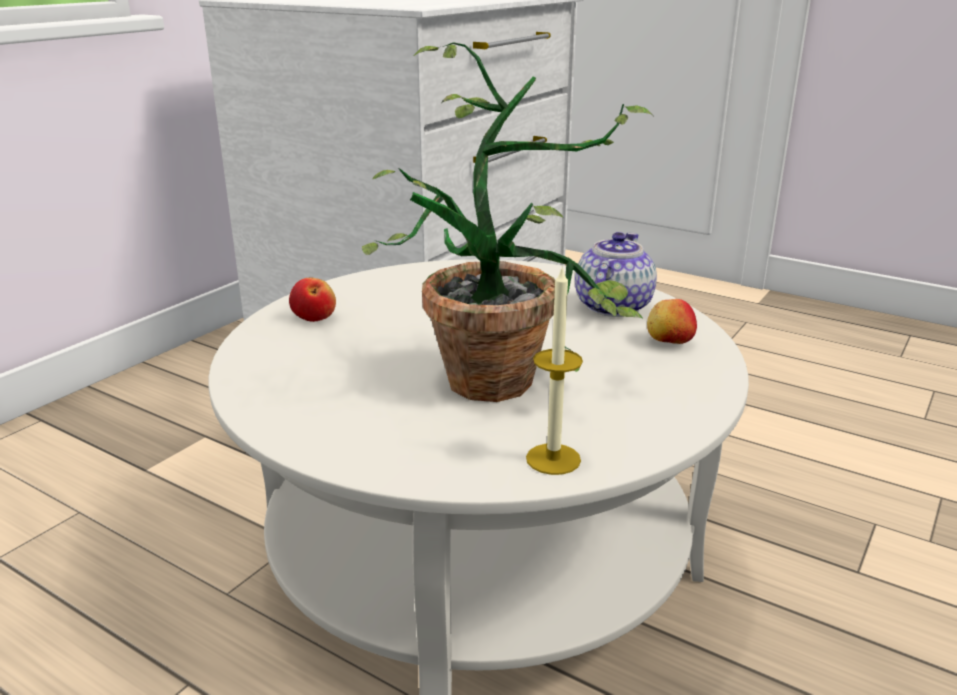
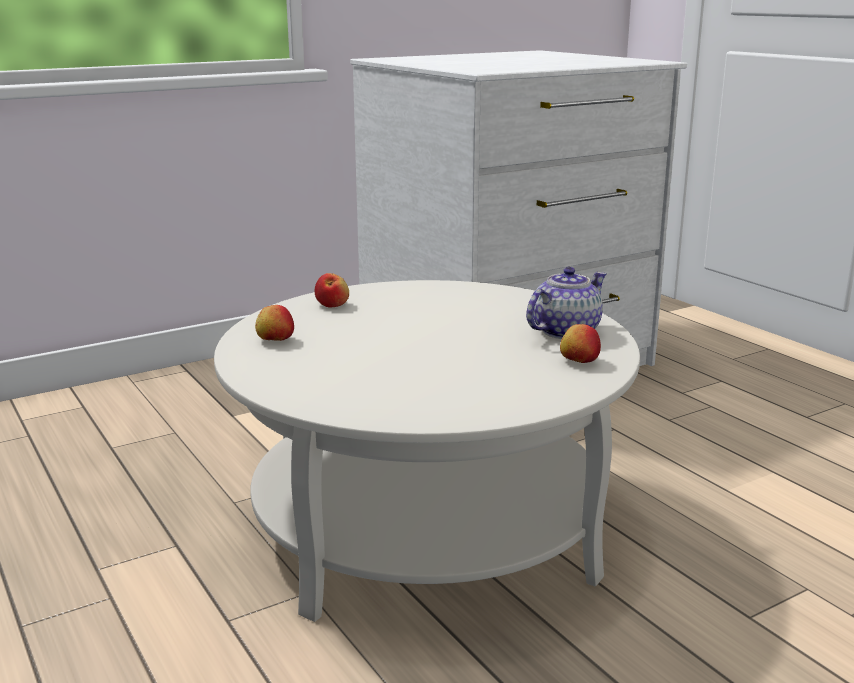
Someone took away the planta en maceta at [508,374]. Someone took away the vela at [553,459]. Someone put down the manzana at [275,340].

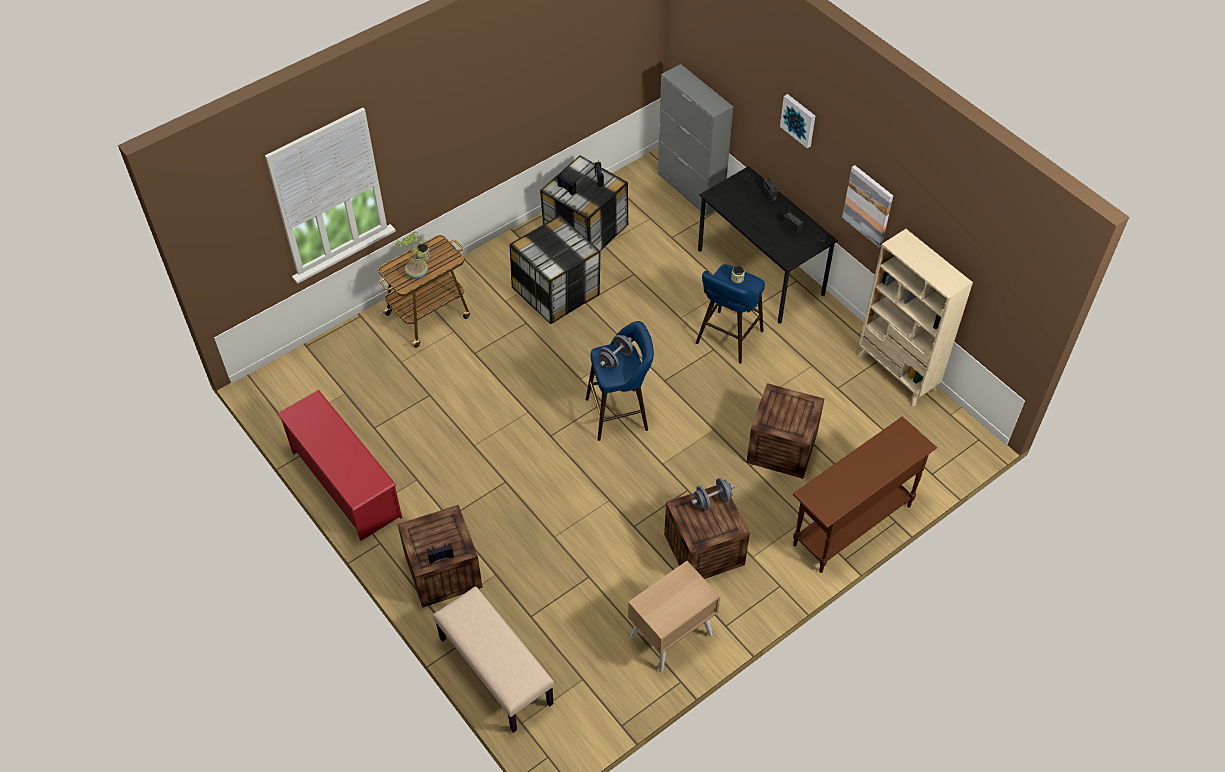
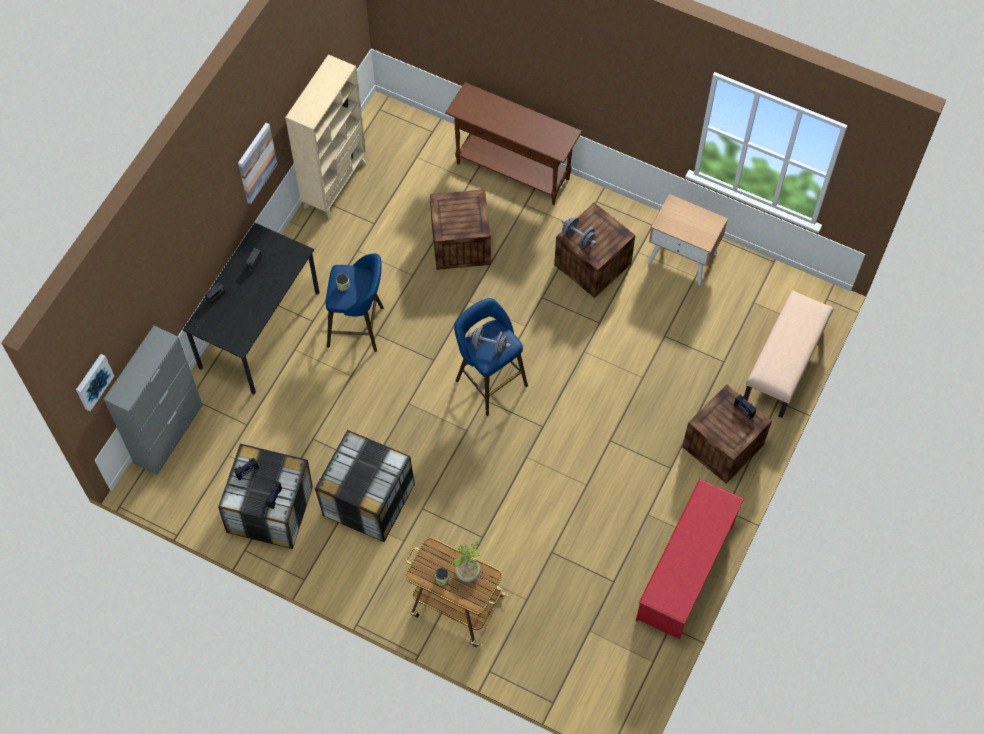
Someone carried the cuadro from [799,120] to [93,381].

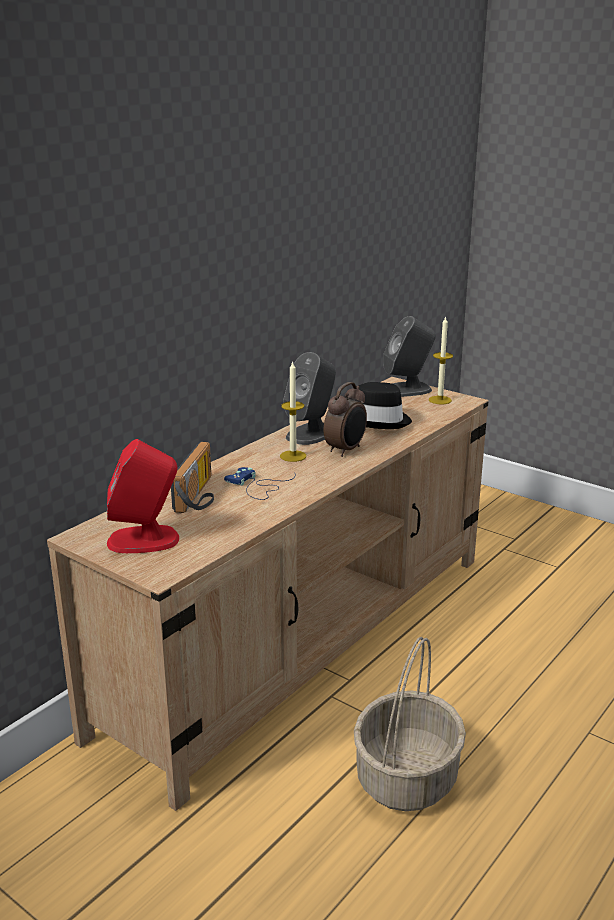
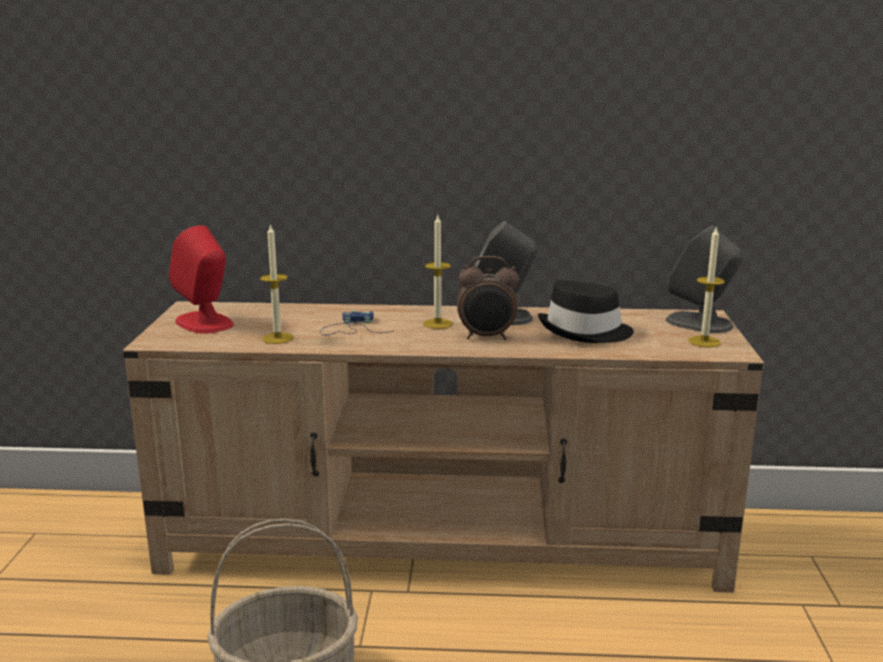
Someone took away the radio at [200,496]. Someone put down the vela at [277,338].

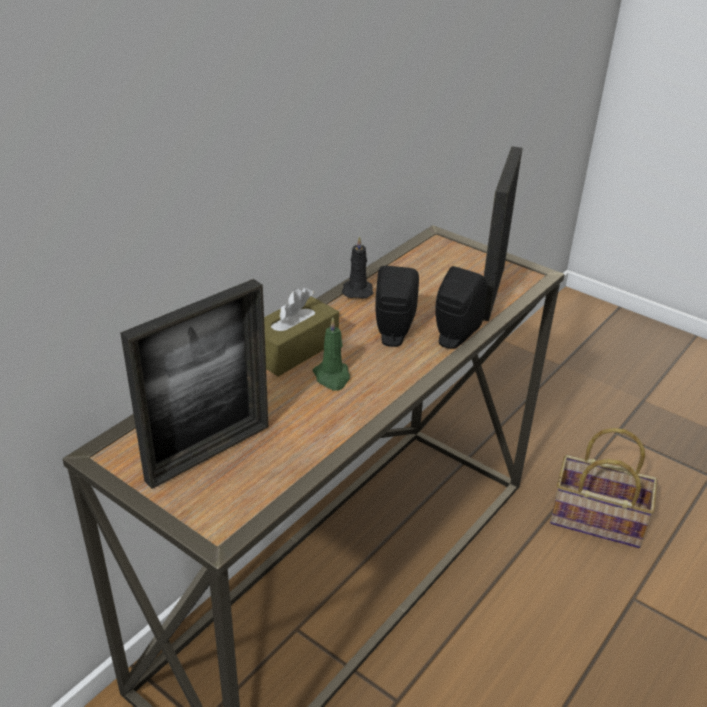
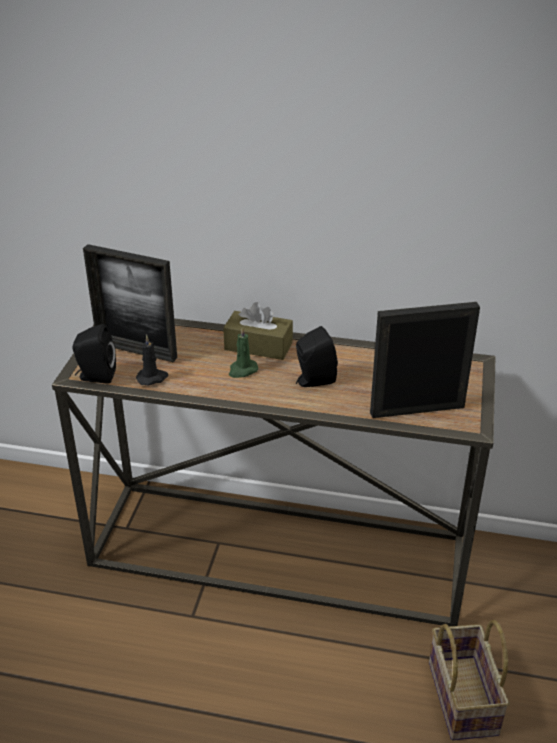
Someone carried the vela/negro from [357,290] to [152,378]. Someone carried the altavoz/negro from [453,337] to [95,376].

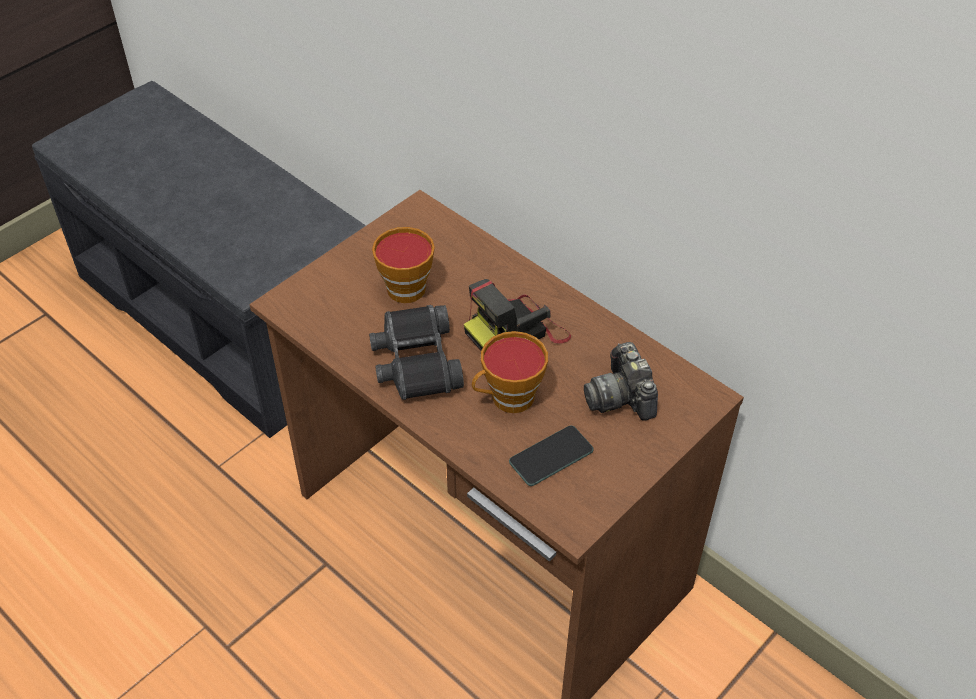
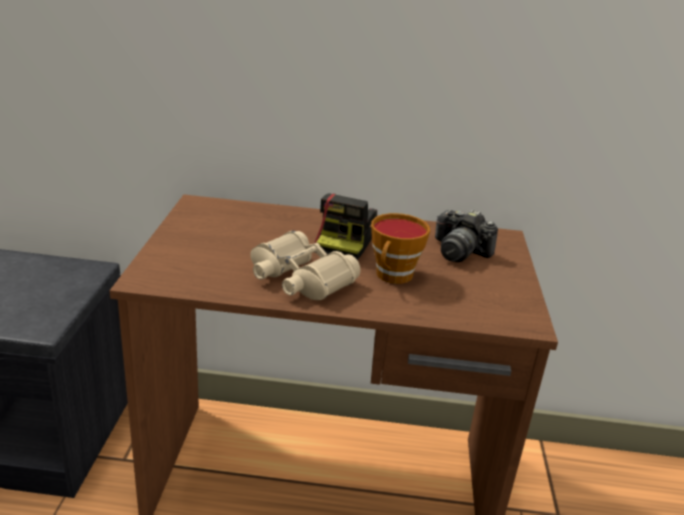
Someone took away the taza at [406,285]. Someone repainted the prismáticos/negro at [415,362], which became the prismáticos/beis at [299,279]. Someone took away the móvil at [551,456].

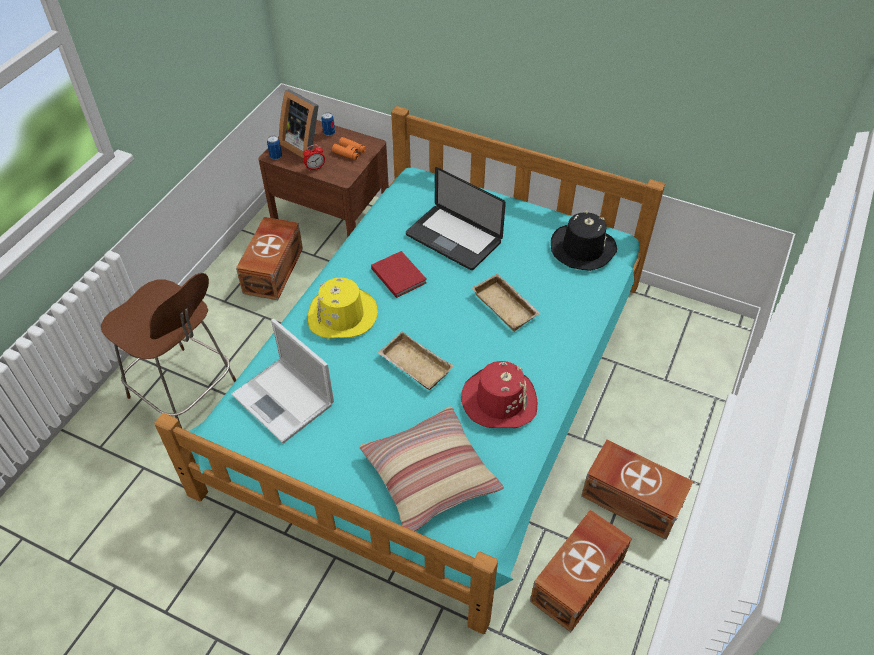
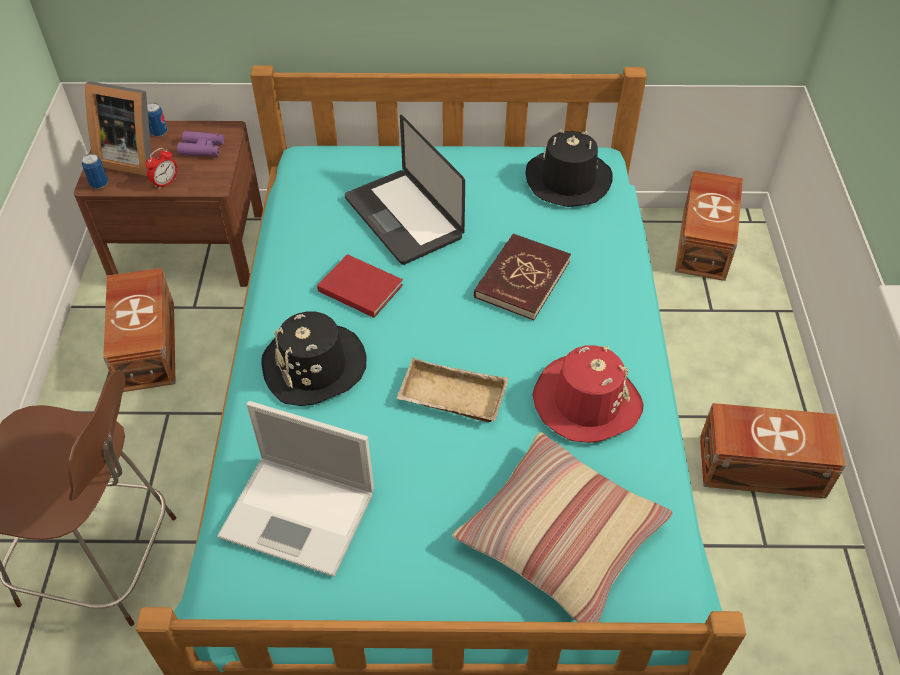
Someone repainted the prismáticos/naranja at [349,152], which became the prismáticos/morado at [202,149]. Someone rotated the portátil at [453,238] by 45 degrees clockwise. Someone swapped the bandeja/beis at [507,306] for the libro/rojo at [522,279]. Someone repainted the sombrero/amarillo at [342,315], which became the sombrero/negro at [314,366]. Someone carried the caja de almacenaje/marrón from [579,579] to [705,241].

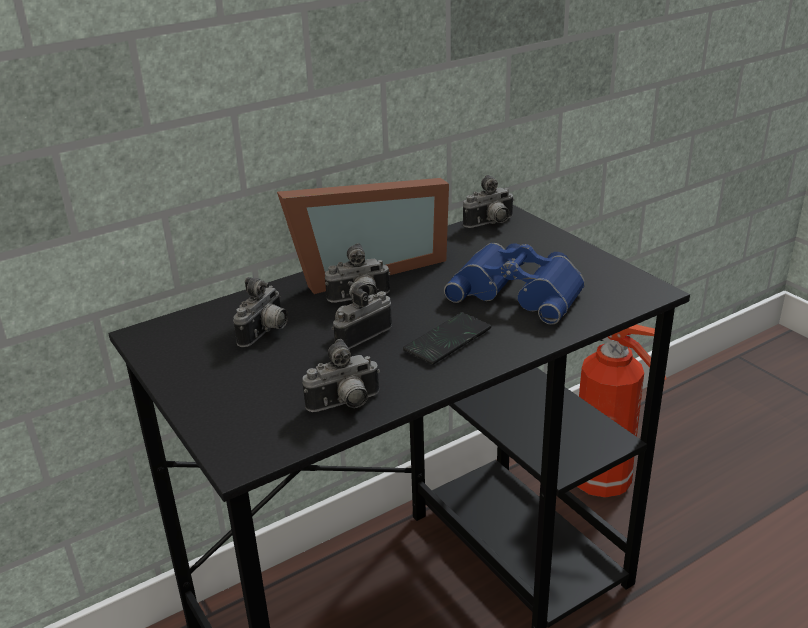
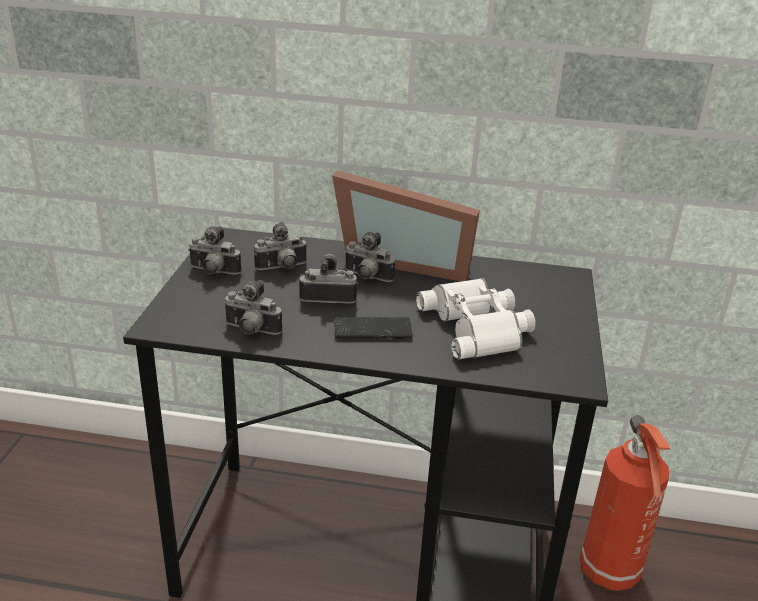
Someone carried the cámara from [491,224] to [213,272]. Someone repainted the prismáticos/azul at [520,291], which became the prismáticos/blanco at [478,327].

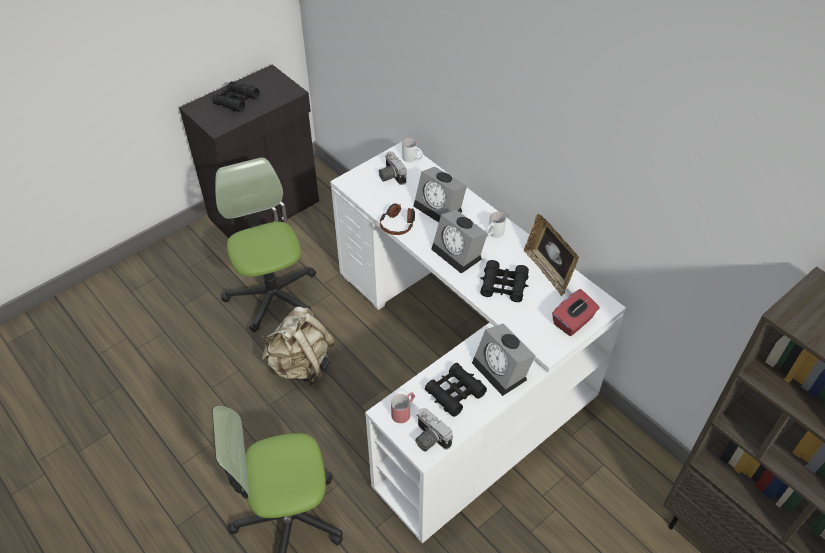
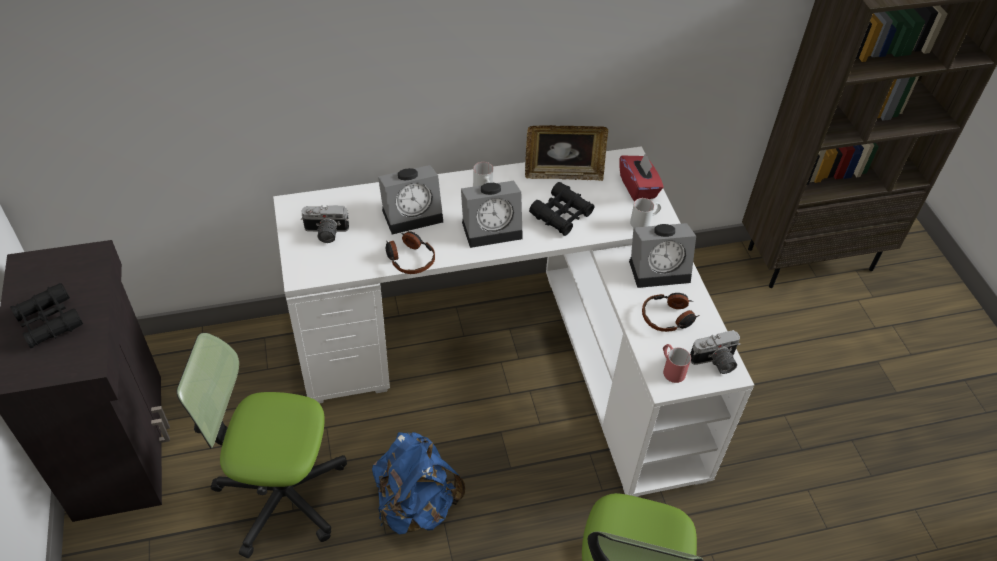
Someone carried the taza grande/blanco from [412,159] to [644,221]. Someone repainted the mochila/beis at [301,365], which became the mochila/azul at [416,505]. Someone swapped the prismáticos/negro at [454,393] for the auriculares at [668,317].

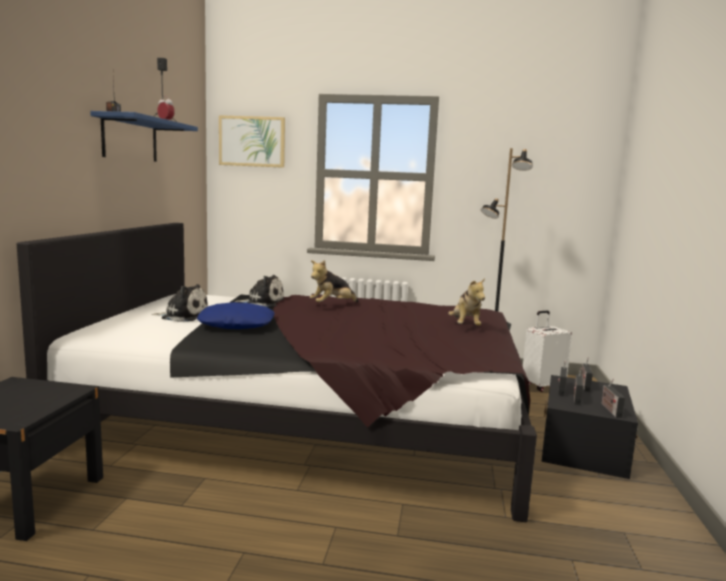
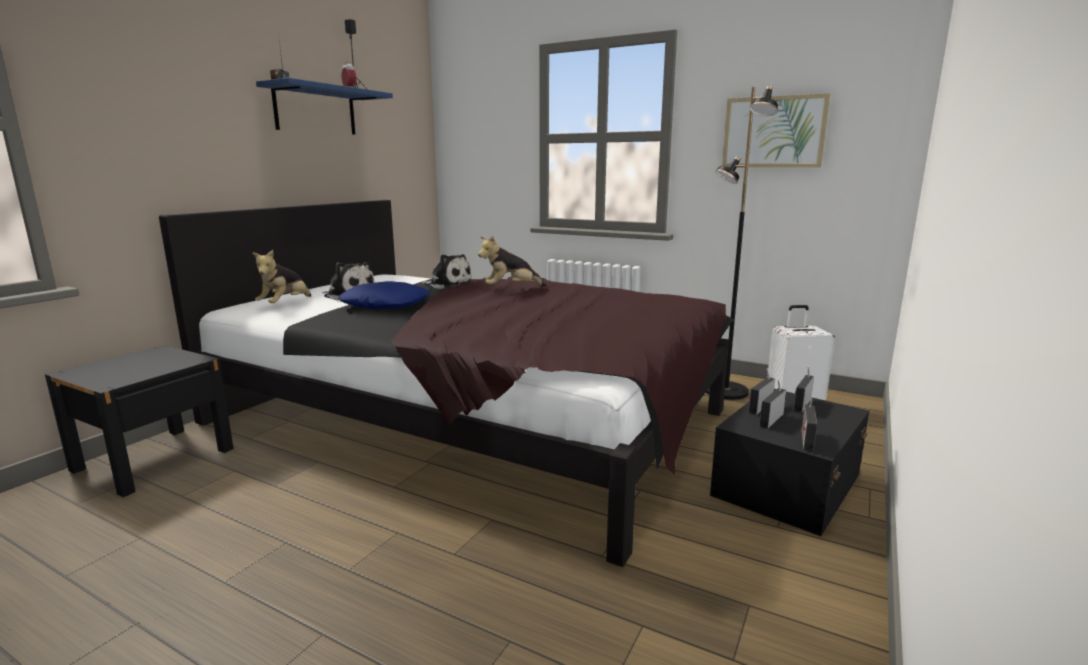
Someone carried the cuadro from [252,141] to [773,132]. Someone carried the peluche from [465,326] to [285,304].

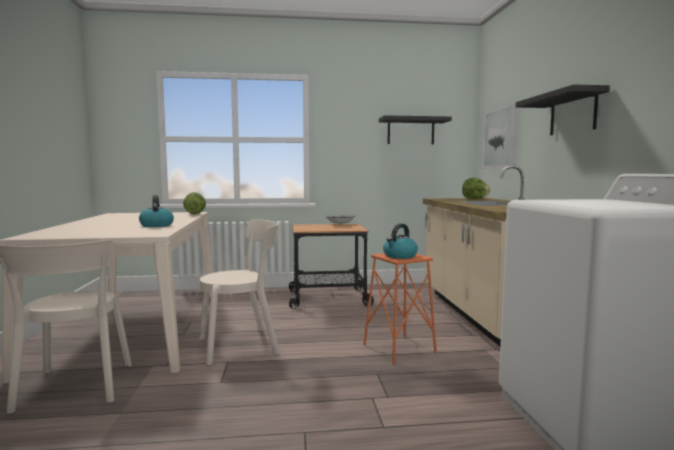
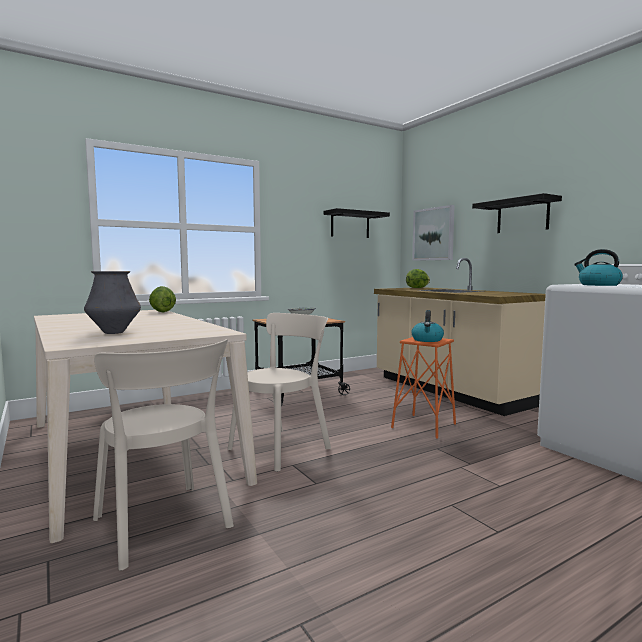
Someone carried the hervidor from [156,225] to [598,285]. Someone put down the florero at [114,332].

